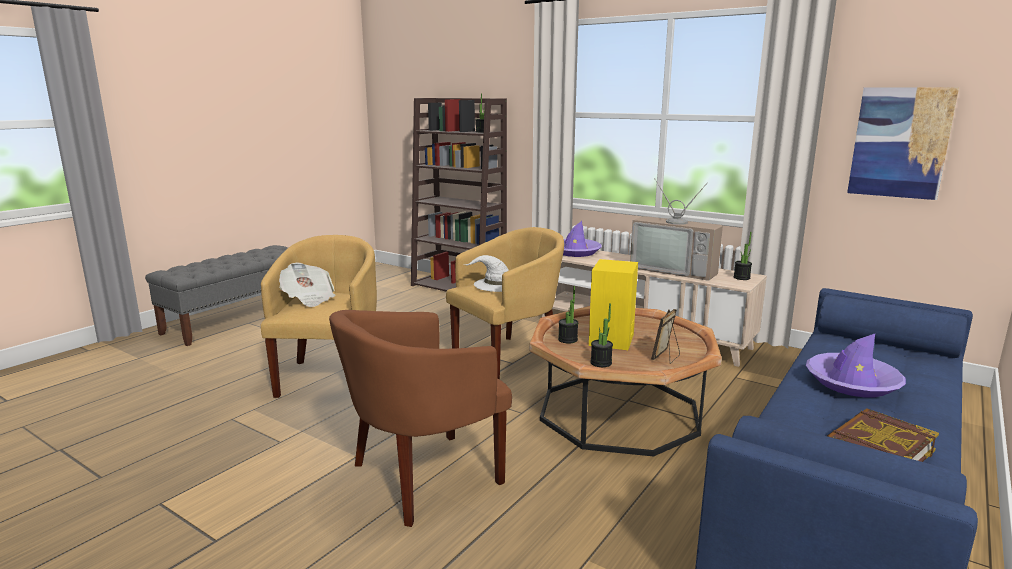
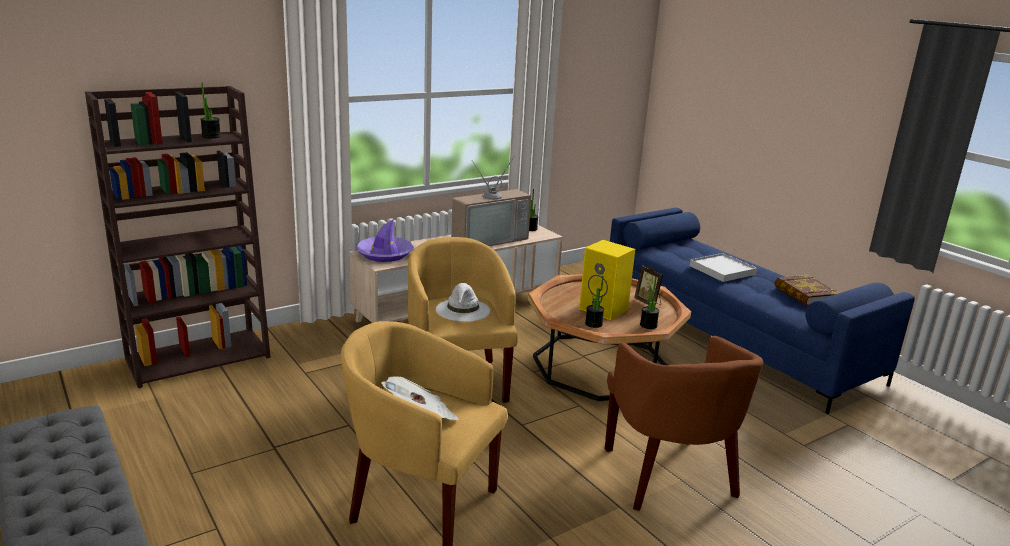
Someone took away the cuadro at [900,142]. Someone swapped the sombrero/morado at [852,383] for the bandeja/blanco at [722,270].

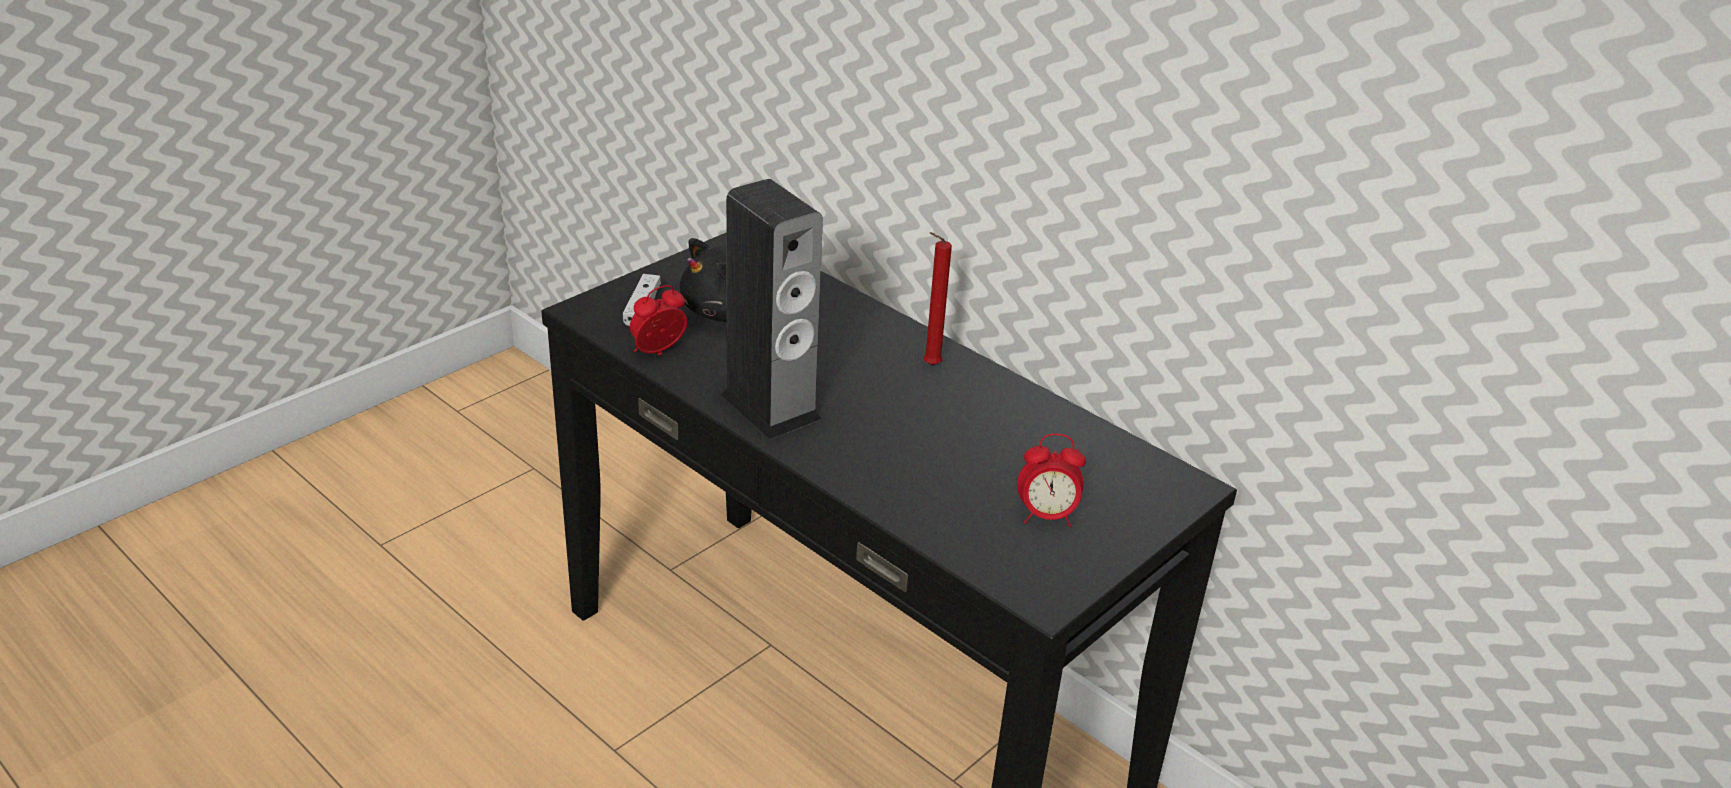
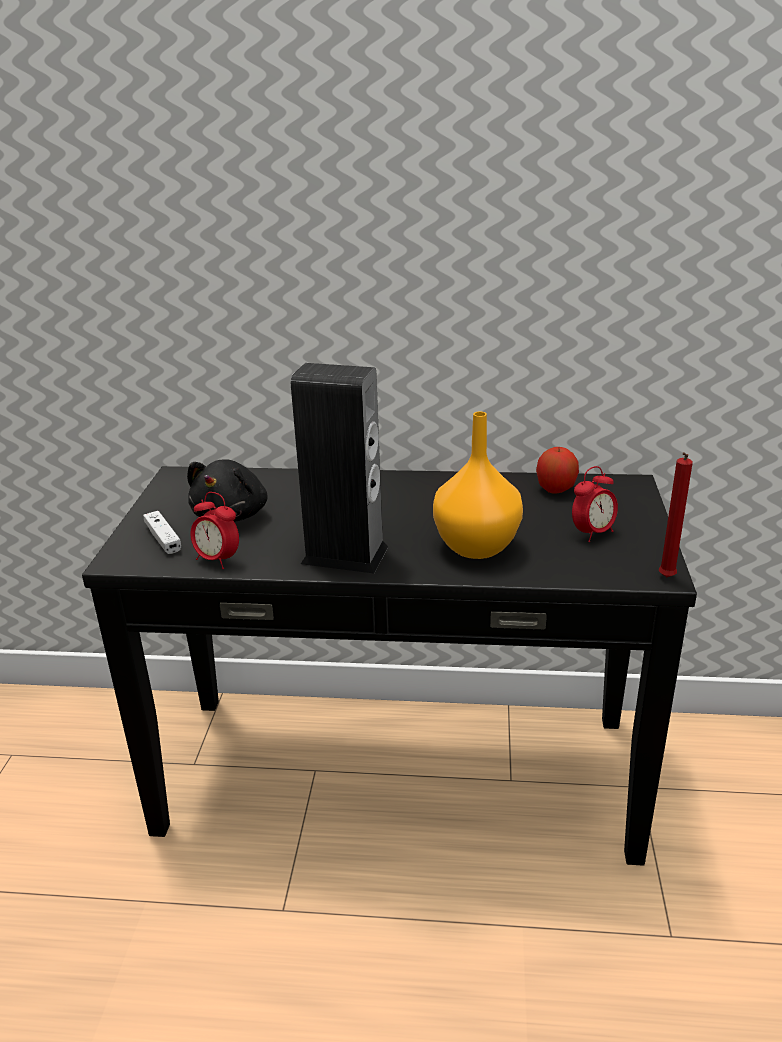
Someone carried the vela/rojo from [929,366] to [665,578]. Someone rotated the despertador at [658,353] by 75 degrees counterclockwise. Someone put down the florero/naranja at [477,547]. Someone put down the manzana at [555,489].

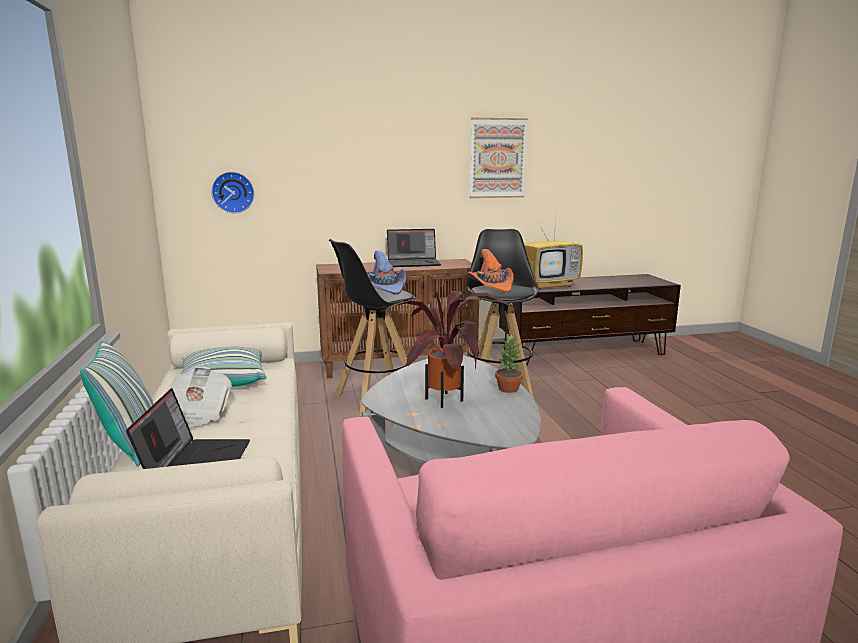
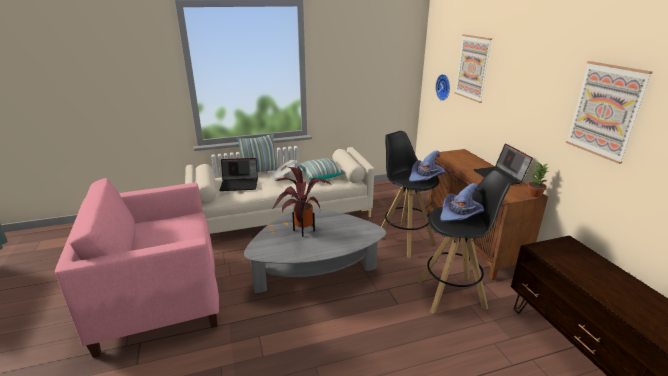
Someone took away the televisor at [549,285]. Someone repainted the sombrero/naranja at [492,286], which became the sombrero/morado at [460,214]. Someone carried the planta en maceta from [508,389] to [534,194]. Someone put up the cuadro at [473,68].

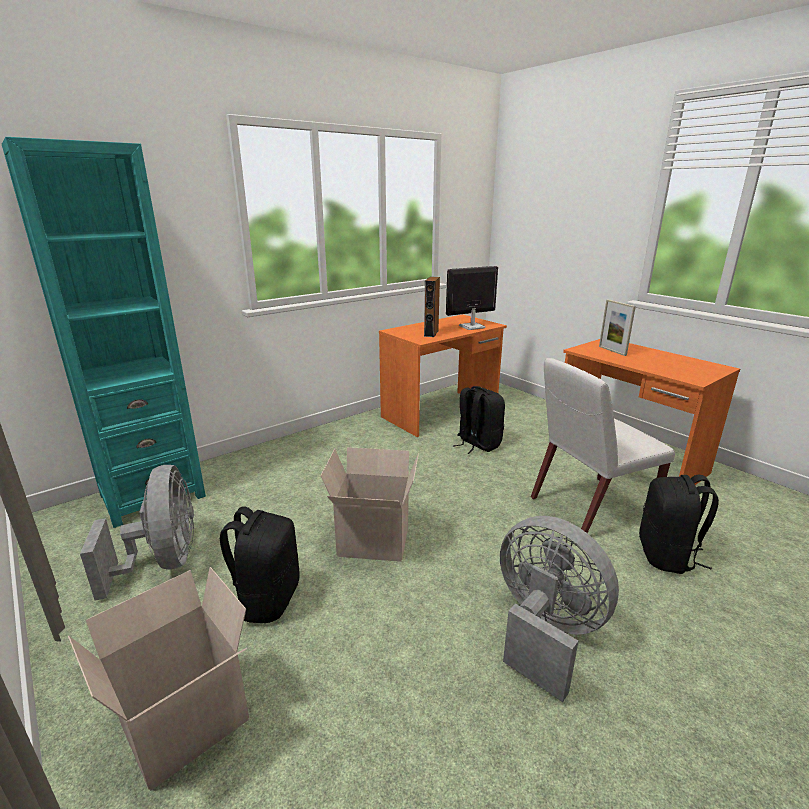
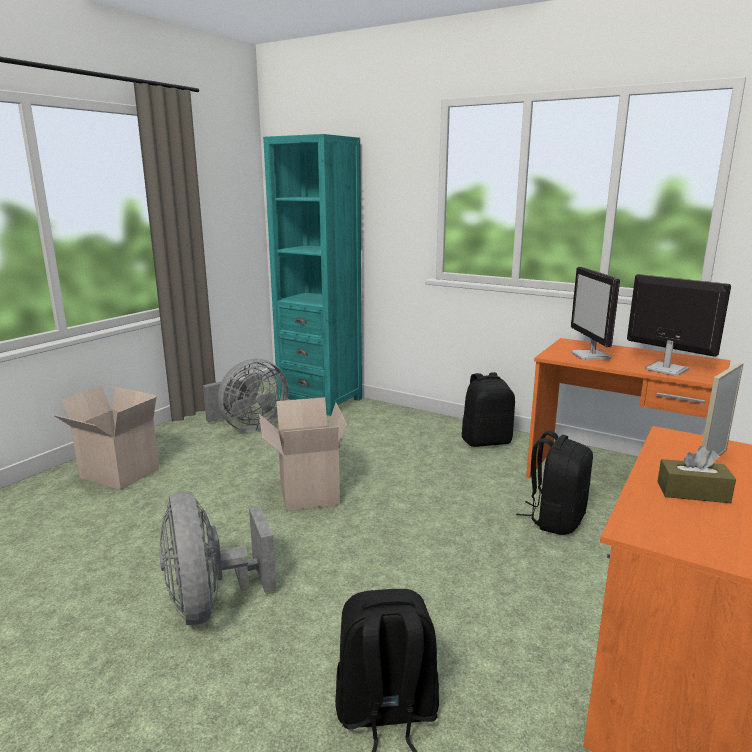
Someone swapped the altavoz/marrón at [431,333] for the monitor at [591,356]. Someone took away the silla/blanco at [590,507]. Someone carried the mochila/negro from [267,599] to [486,441]. Someone rotated the ventilador/gris at [544,631] by 135 degrees clockwise. Someone put down the caja de pañuelos/marrón at [693,492].

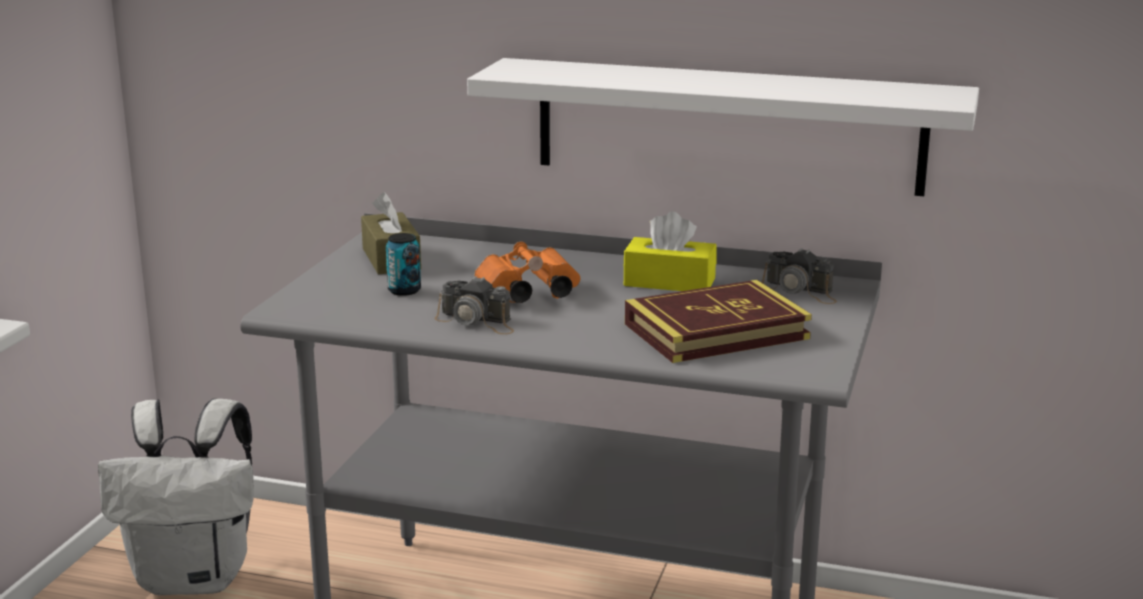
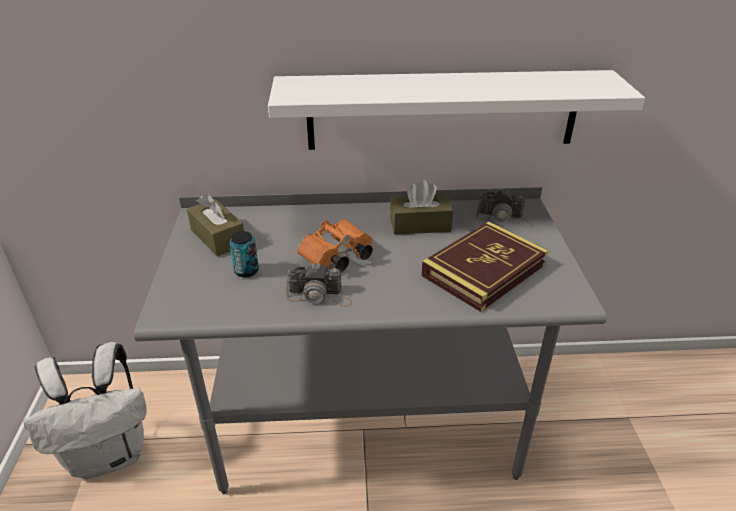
Someone repainted the caja de pañuelos/amarillo at [669,282], which became the caja de pañuelos/marrón at [420,225].

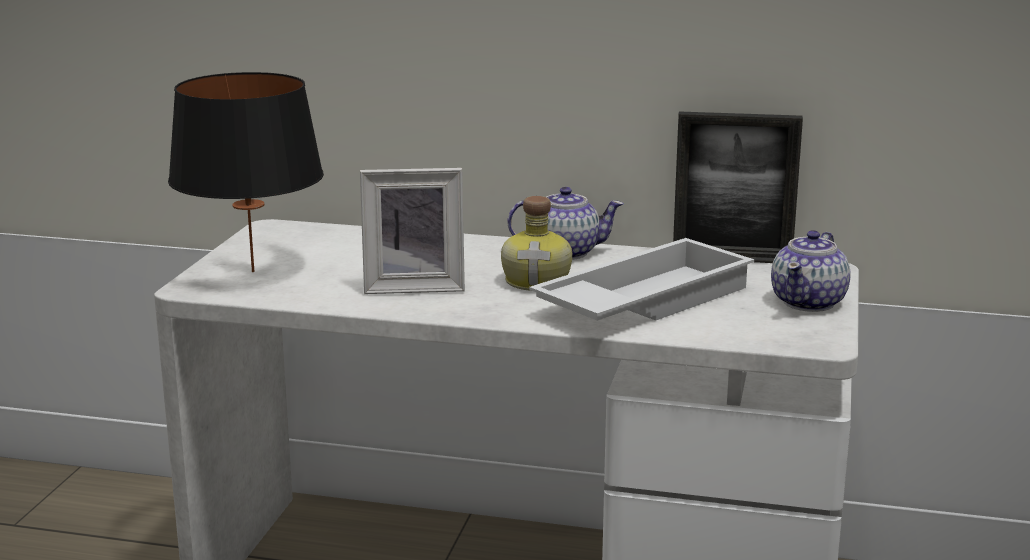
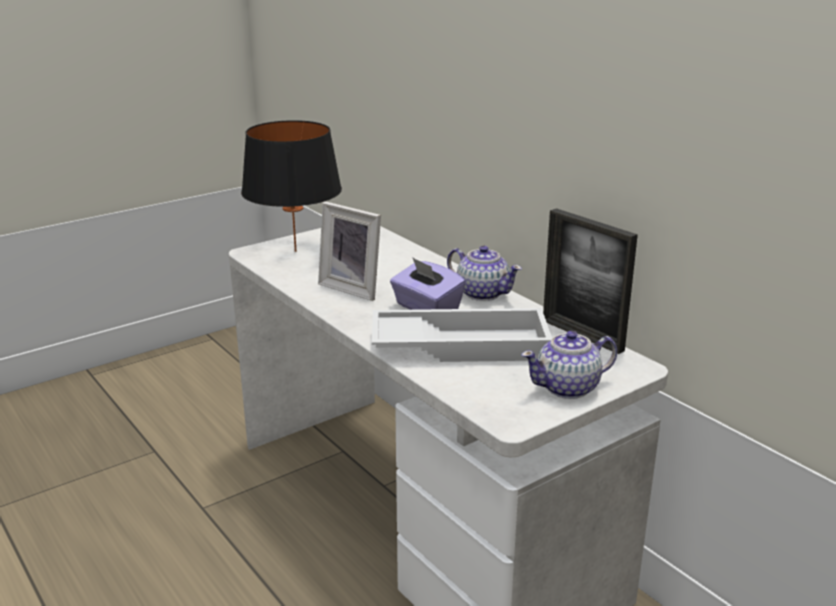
Someone swapped the botella at [538,281] for the caja de pañuelos/morado at [426,308].

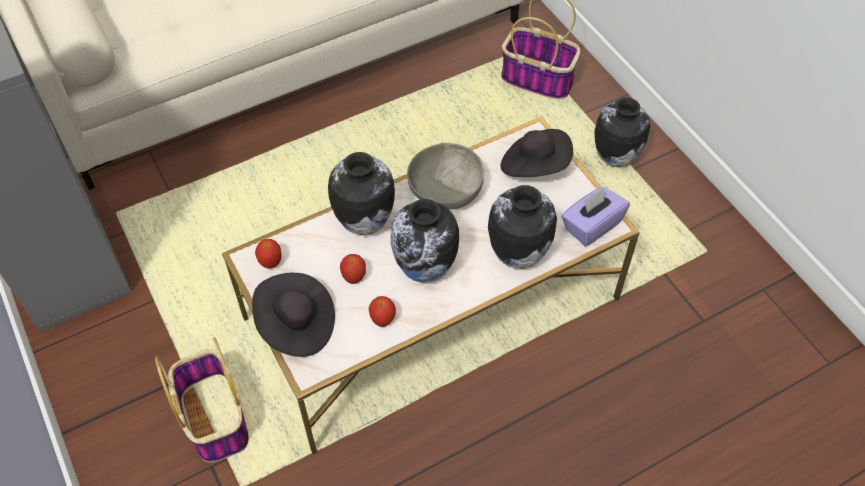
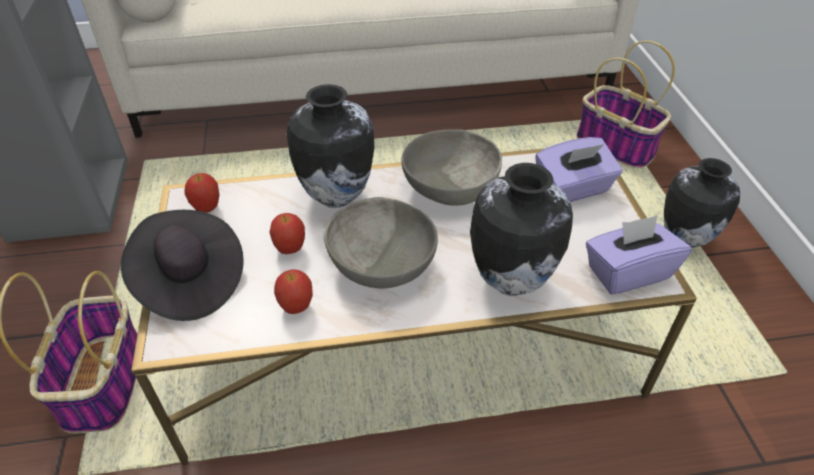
Someone swapped the sombrero/negro at [535,166] for the caja de pañuelos/morado at [573,189]. Someone swapped the florero at [425,271] for the cuenco/gris at [381,265].

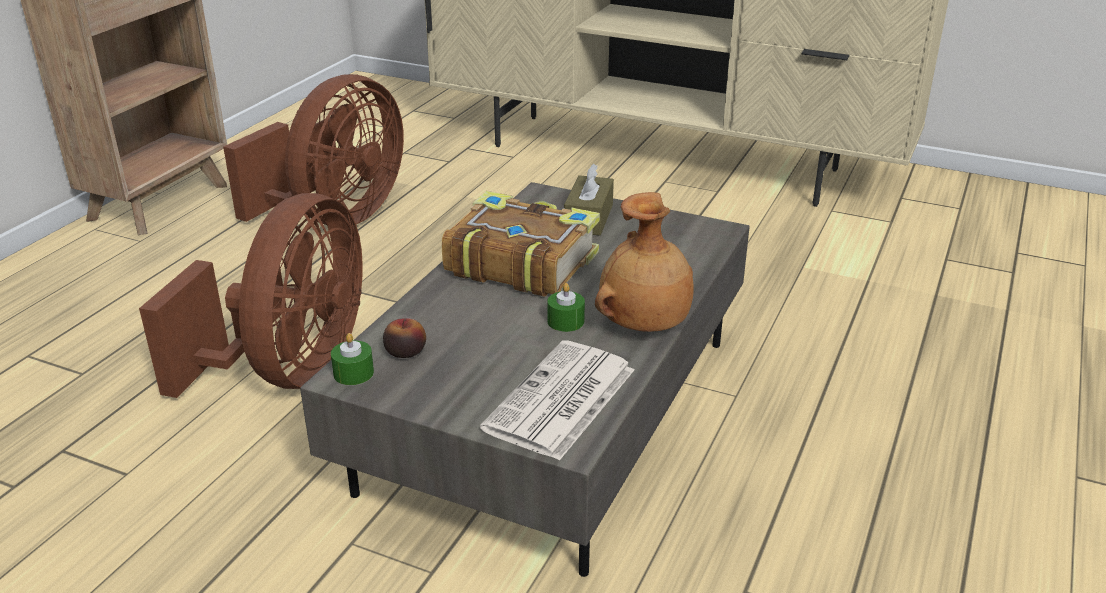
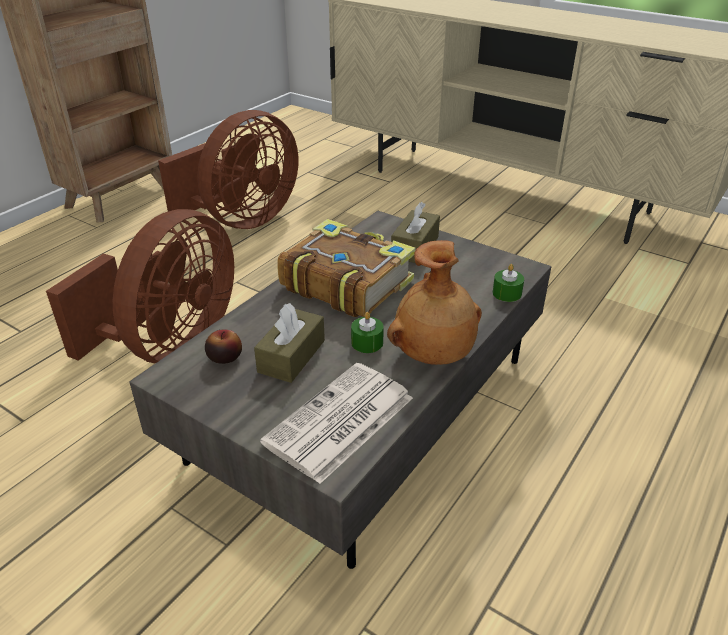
Someone carried the vela/verde from [353,373] to [507,293]. Someone put down the caja de pañuelos/marrón at [291,356].

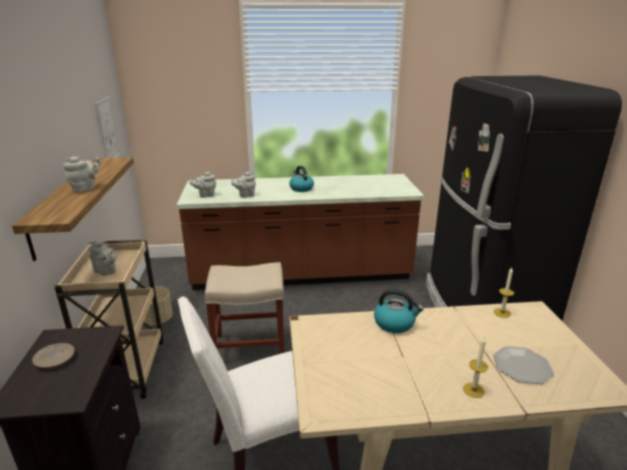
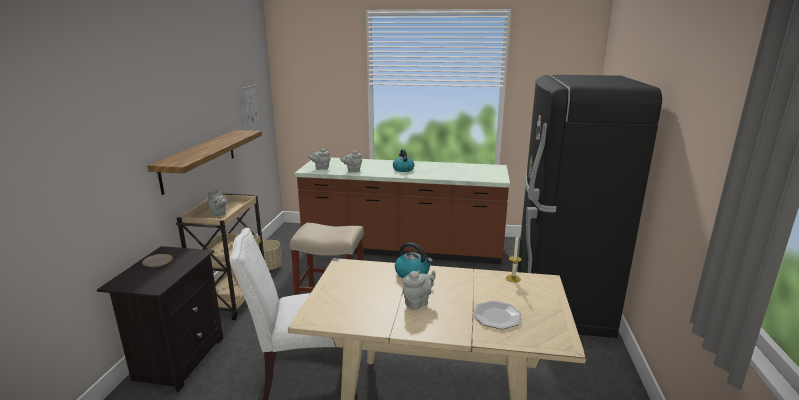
Someone carried the tetera/gris from [85,189] to [418,303]. Someone took away the vela at [473,390].

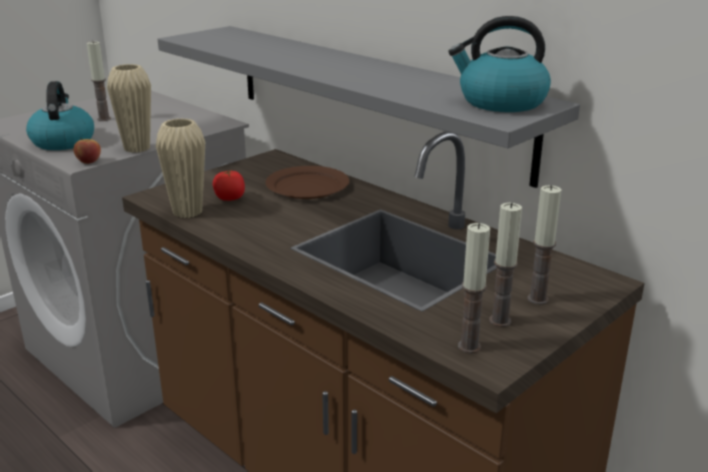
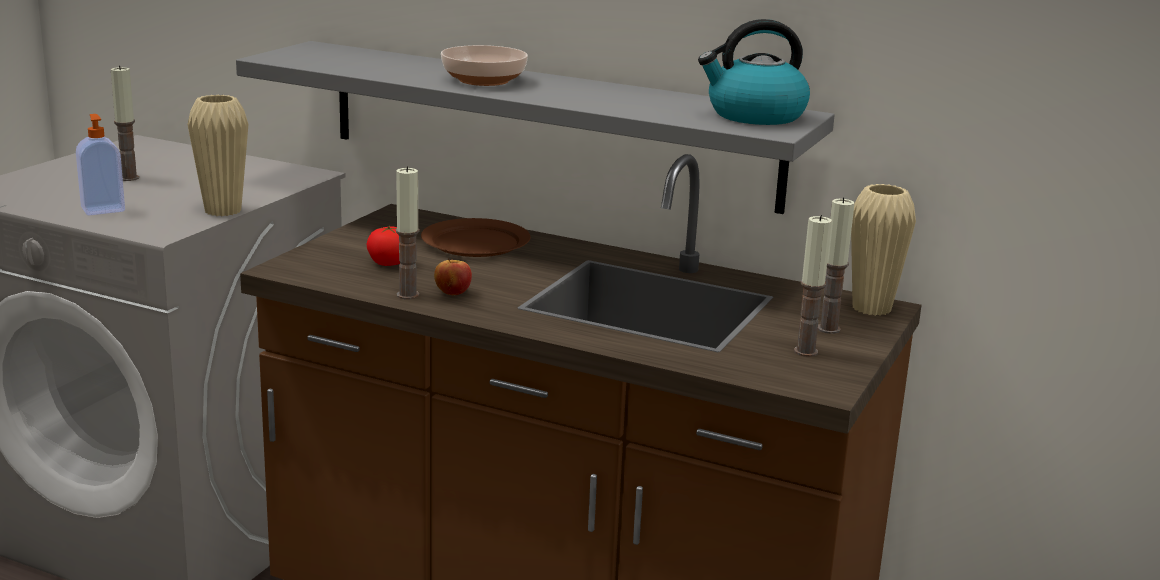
Someone swapped the hervidor at [63,141] for the dispensador de jabón at [102,209]. Someone carried the florero/beis from [187,212] to [871,308]. Someone carried the manzana from [88,161] to [452,292]. Someone carried the vela from [469,346] to [407,295]. Someone put down the cuenco at [482,80].

